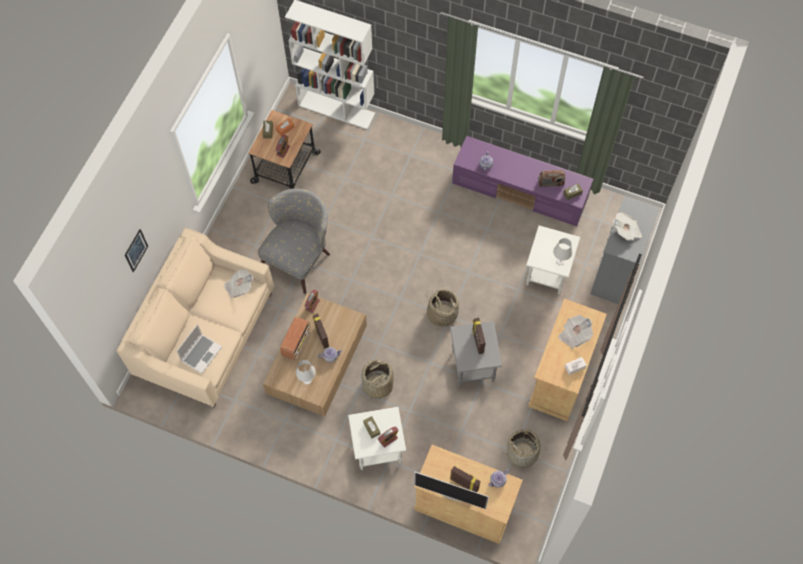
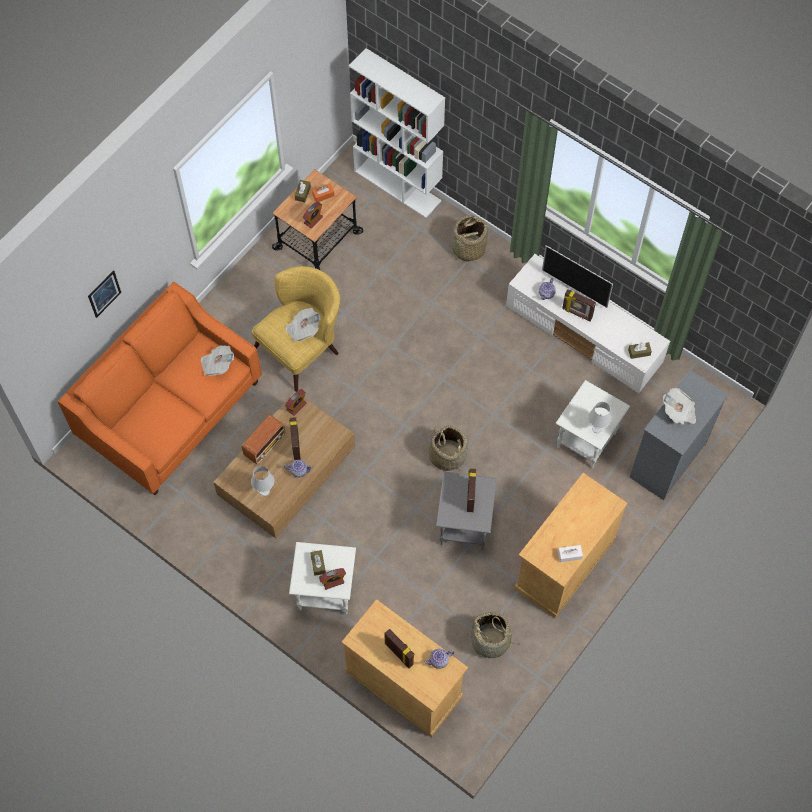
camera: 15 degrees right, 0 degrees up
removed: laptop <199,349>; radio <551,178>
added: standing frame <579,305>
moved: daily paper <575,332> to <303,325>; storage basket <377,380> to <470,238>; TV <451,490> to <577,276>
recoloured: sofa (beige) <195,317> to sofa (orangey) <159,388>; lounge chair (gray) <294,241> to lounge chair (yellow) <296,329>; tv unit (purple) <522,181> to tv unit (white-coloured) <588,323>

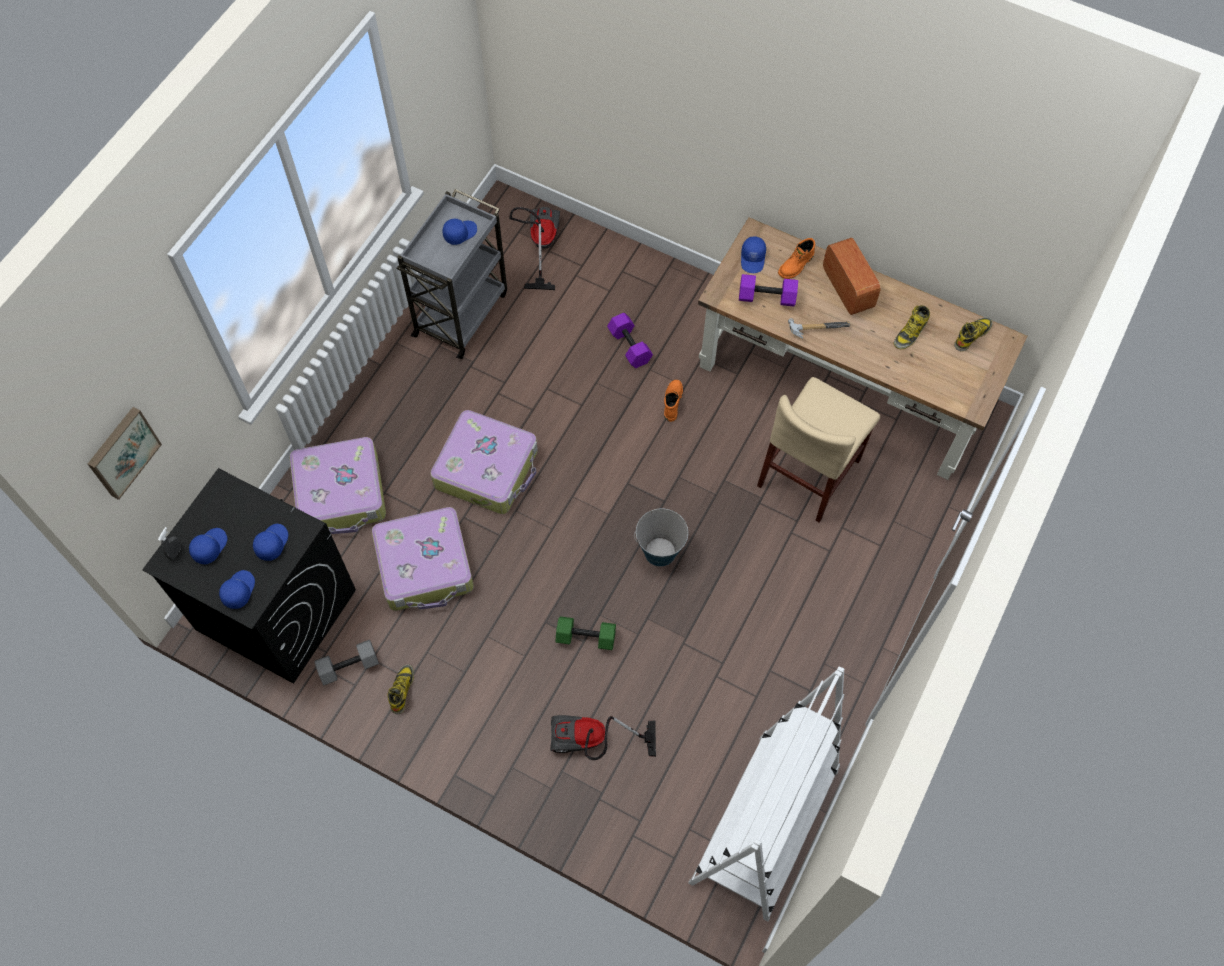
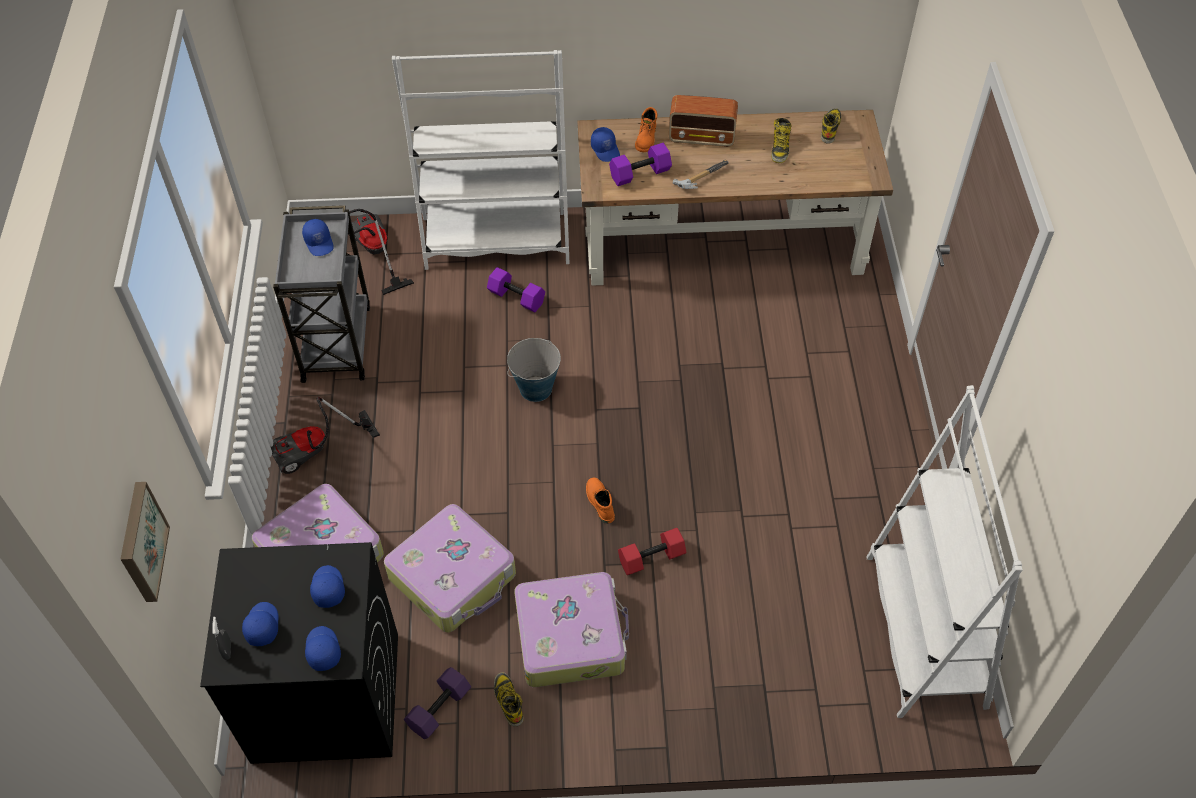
camera: 30 degrees left, 10 degrees down
removed: chair (beige) <818,449>
added: shelving unit (white-coloured) <481,160>
moved: hoover <603,737> to <325,435>; bucket <661,537> to <534,370>; travel case <484,462> to <571,629>; boot (orangey) <673,401> to <600,500>
recoloured: hand weight (gray) <346,662> to hand weight (purple) <437,703>; hand weight (green) <586,633> to hand weight (red) <652,551>
turned: peaked cap (bluish) <459,232> = <318,237> 135 degrees clockwise; radio <852,276> = <703,121> 150 degrees clockwise

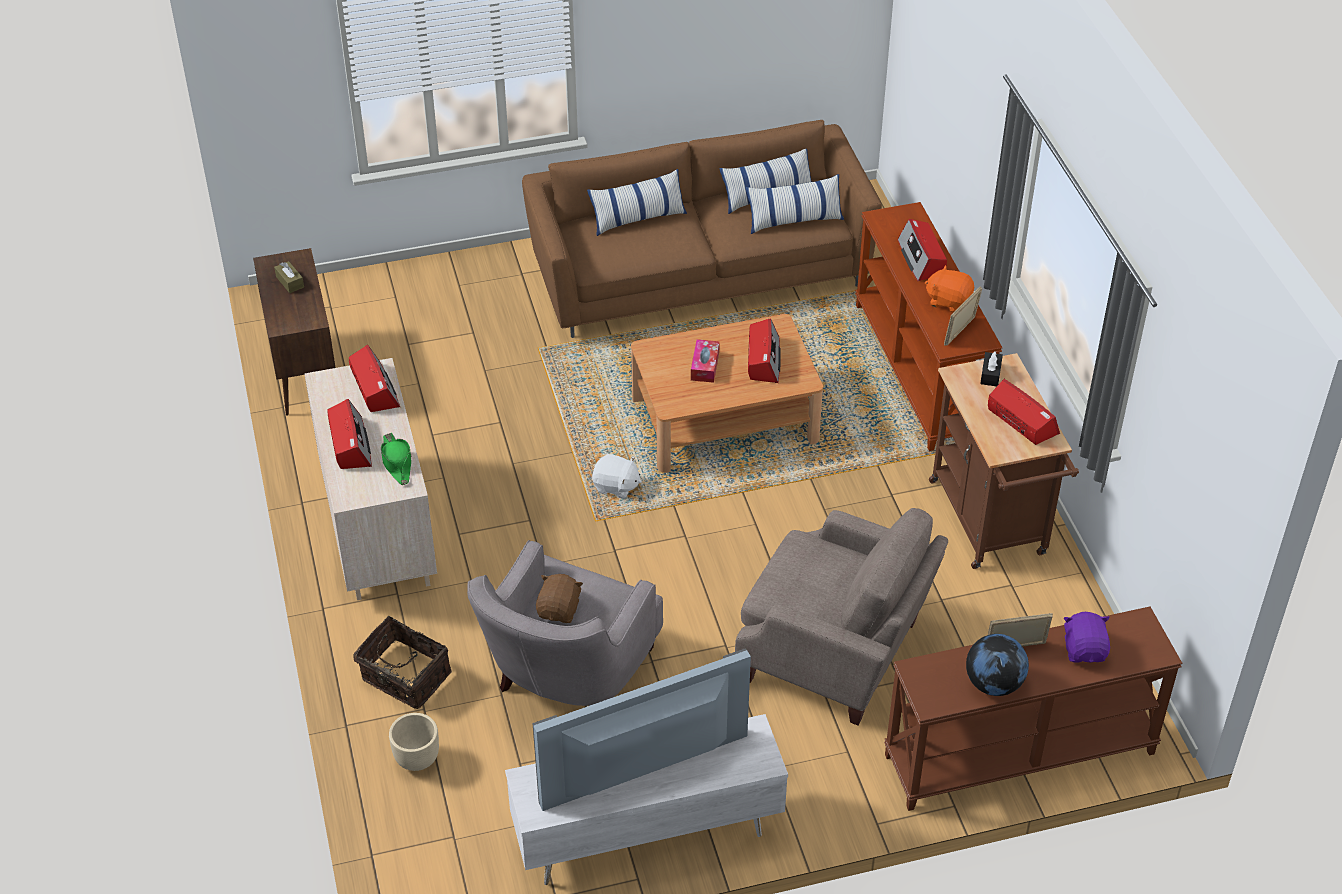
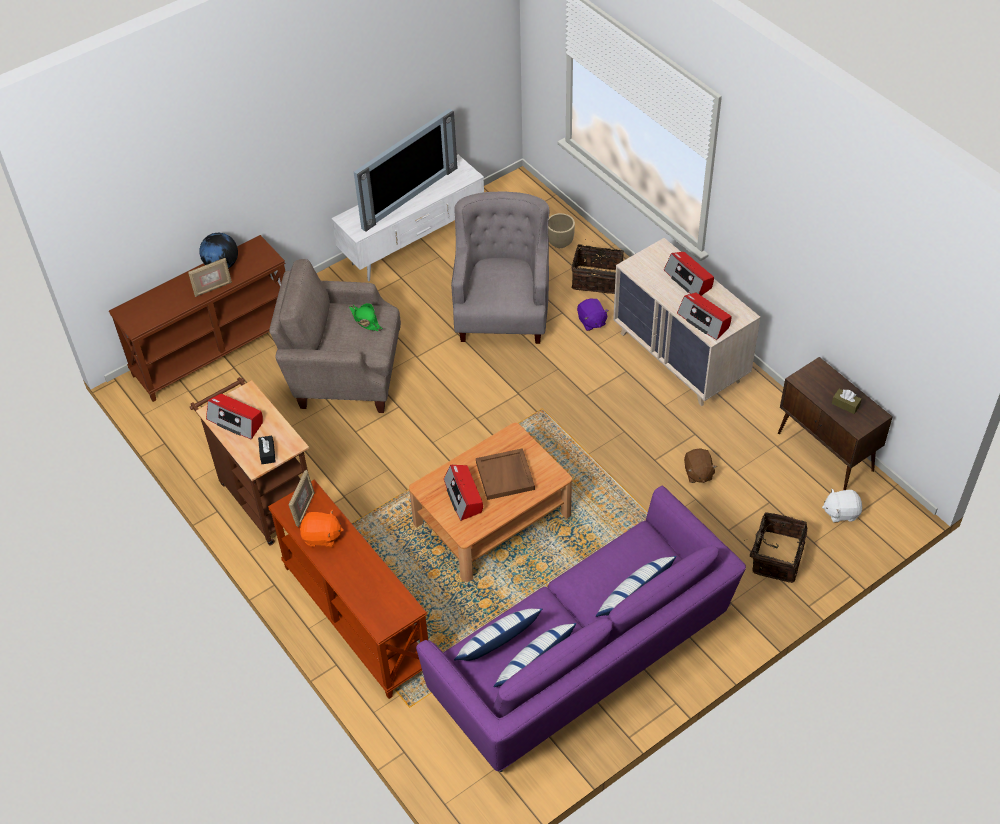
camera: 160 degrees right, 5 degrees up
removed: radio <922,250>
added: storage basket <778,547>
moved: clothing hat (green) <396,459> to <366,317>; cuddly toy (purple) <1087,637> to <593,315>; cuddly toy (brownish) <559,598> to <700,466>; cuddly toy (white-coloured) <617,476> to <842,505>
replaced: tissue box <705,361> to serving tray (brownish) <505,474>
recoloured: sofa (brownish) <702,229> to sofa (purple) <581,628>

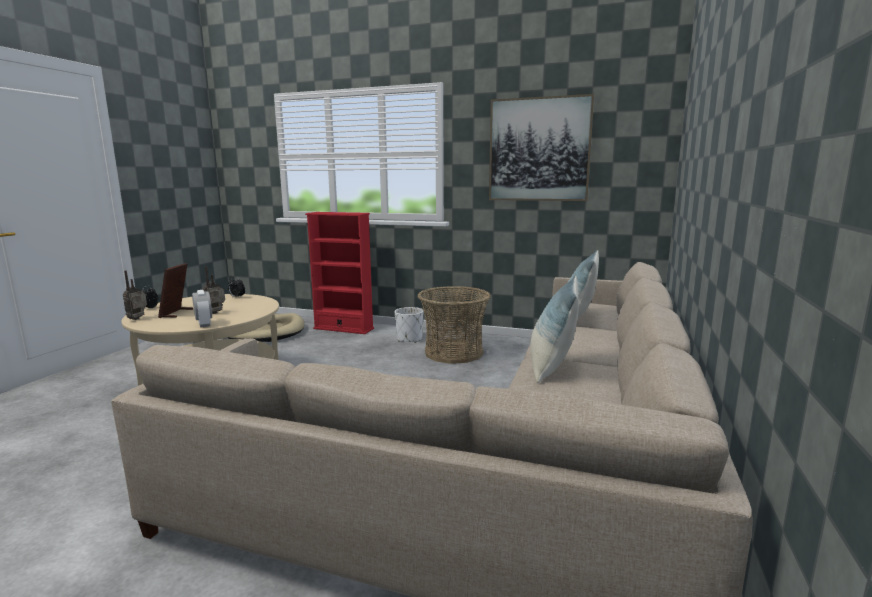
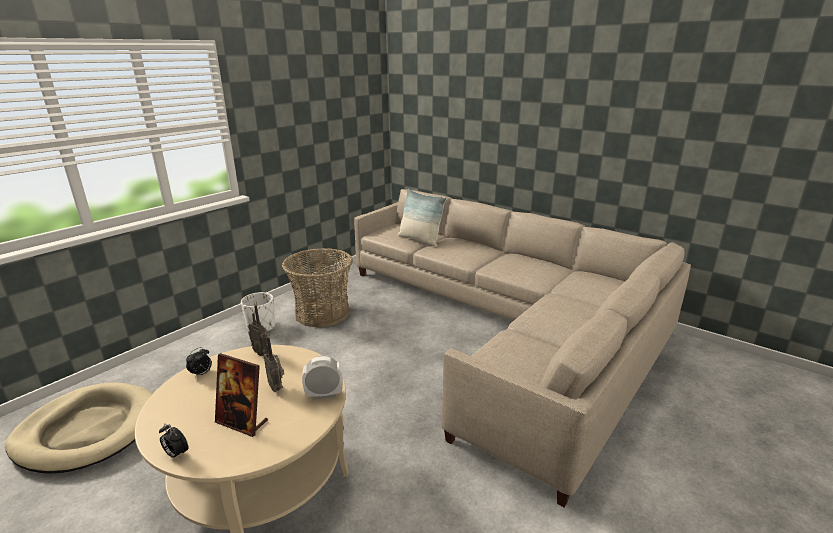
camera: 70 degrees left, 10 degrees up
removed: shelving unit (red) <339,273>; picture <541,147>; throw pillow <554,329>
moved: radio <135,295> to <259,330>

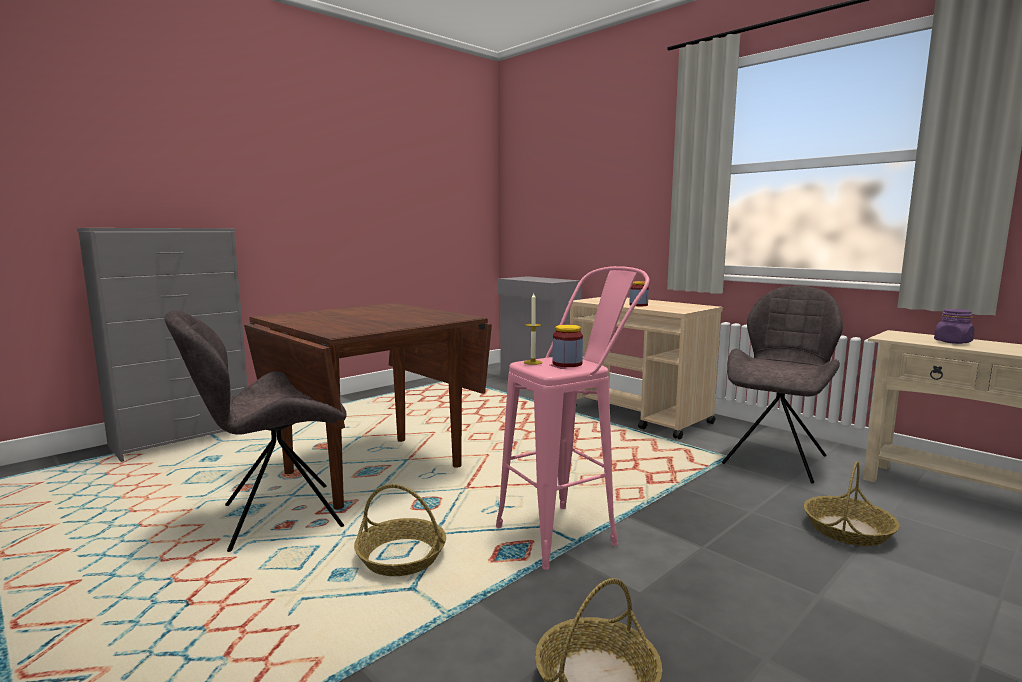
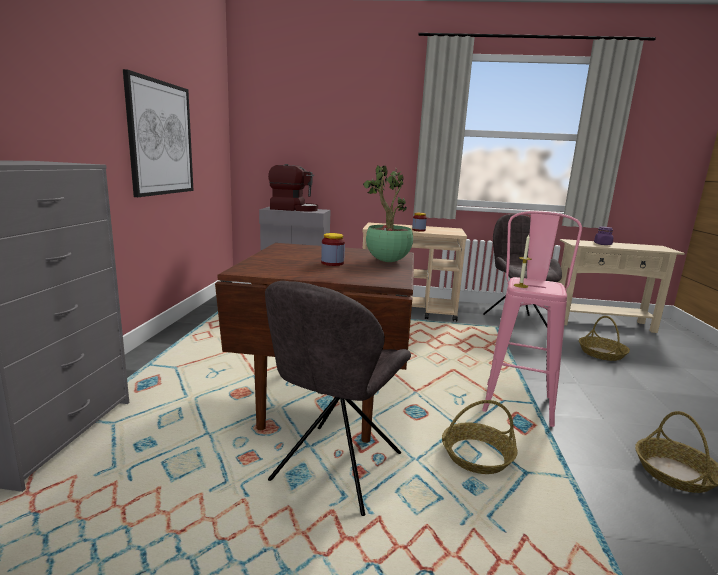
camera: 40 degrees left, 5 degrees up
added: picture <158,133>; coffee brewer <293,188>; plant in a pot <388,213>
moved: storage jar <567,346> to <333,249>

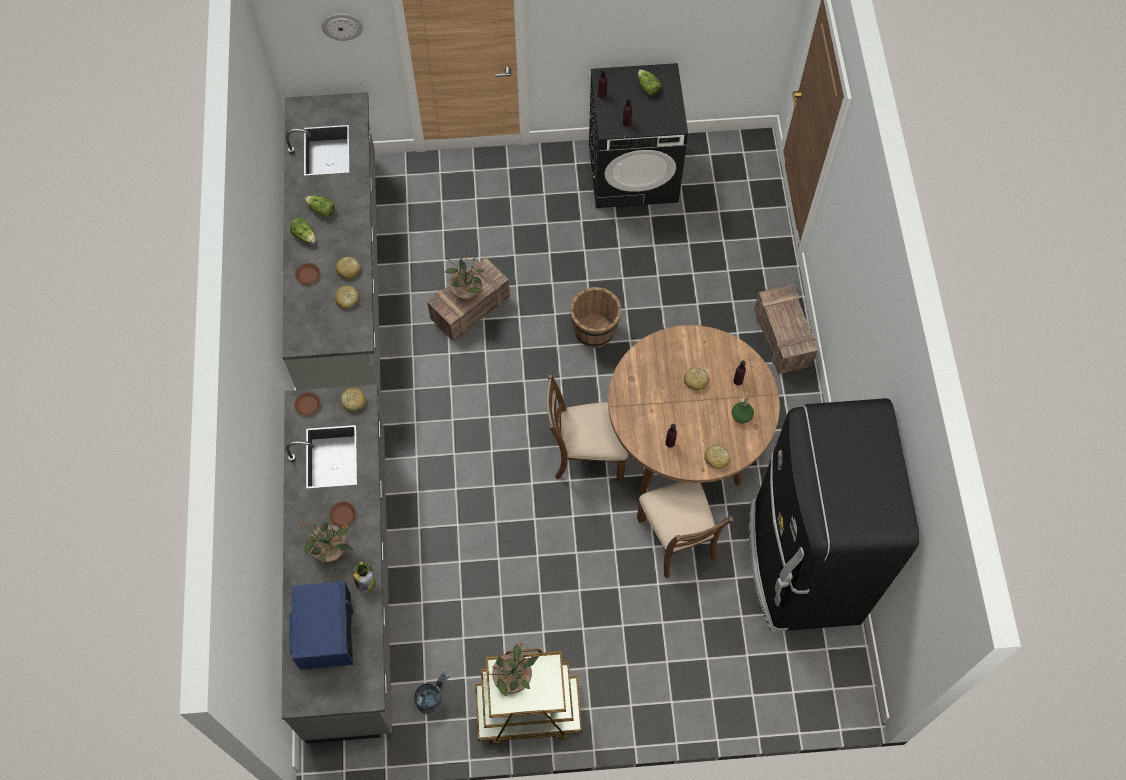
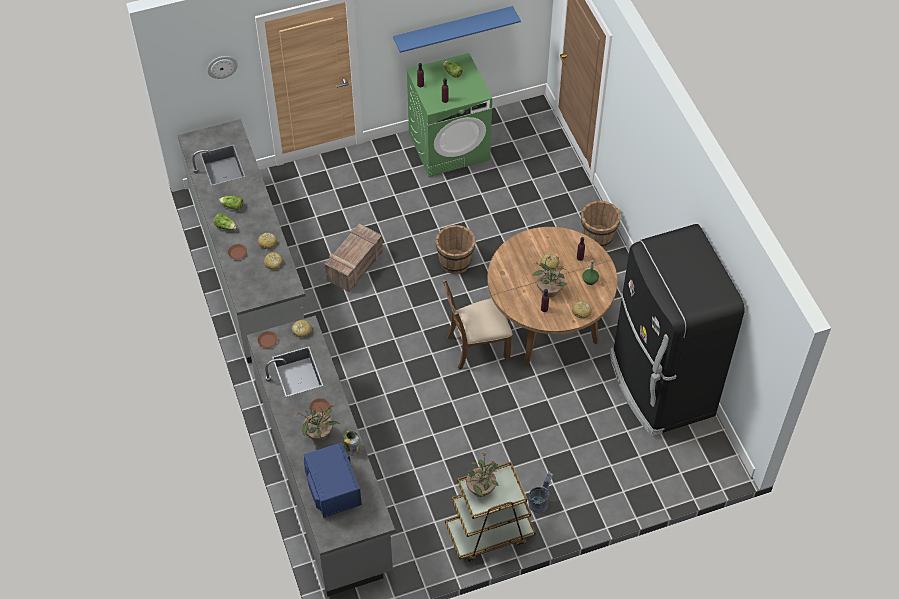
camera: 15 degrees left, 10 degrees down
removed: chair (brownish) <685,529>
added: shelf (bluish) <457,29>
moved: bucket (gray) <432,692> to <541,492>; plant in a pot <464,277> to <549,276>
replaced: packing crate <786,329> to bucket (brownish) <601,224>
recoloured: washing machine (blackish) <638,135> to washing machine (green) <449,115>

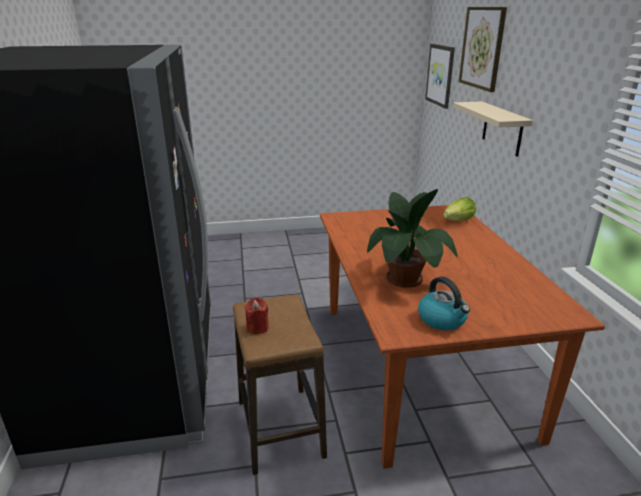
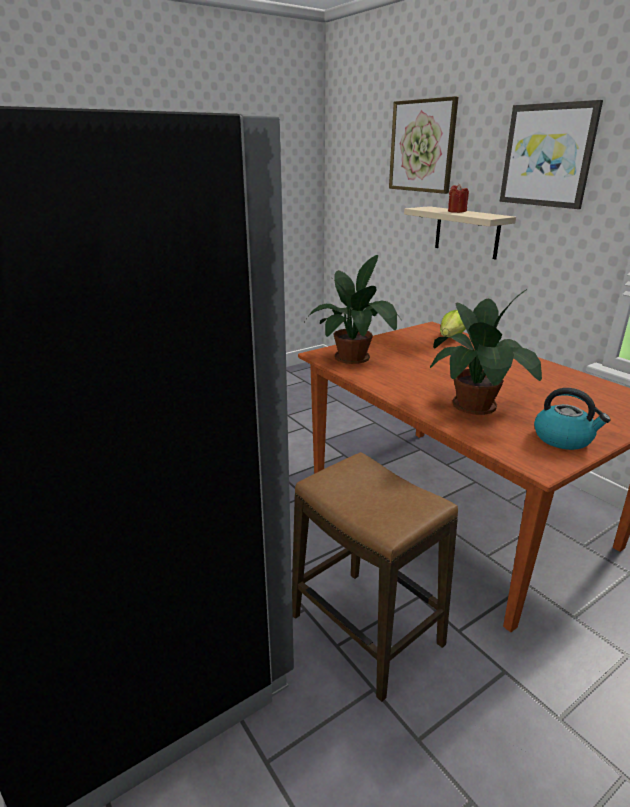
camera: 25 degrees left, 0 degrees up
added: plant in a pot <353,309>
moved: wax light (red) <256,315> to <458,198>; picture <440,76> to <551,154>

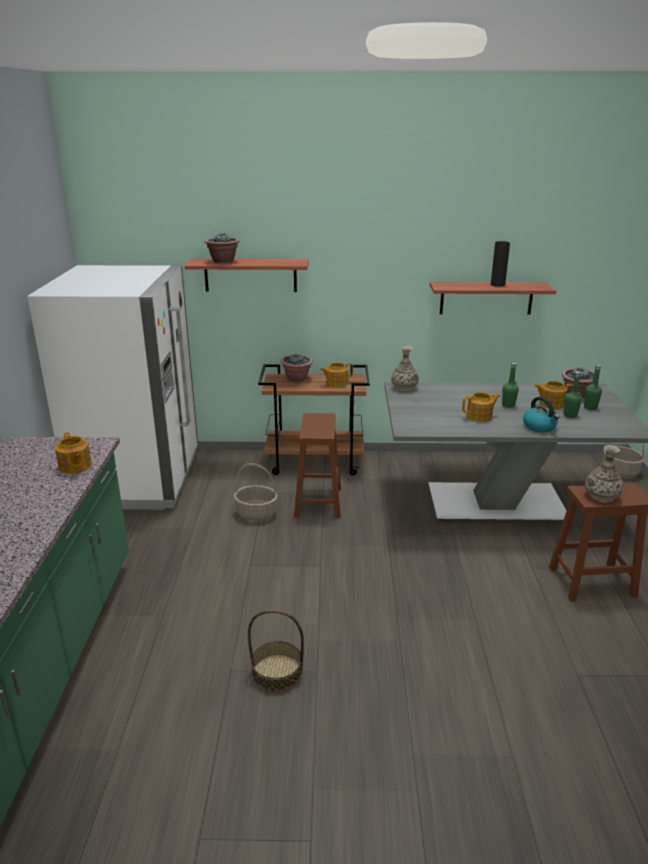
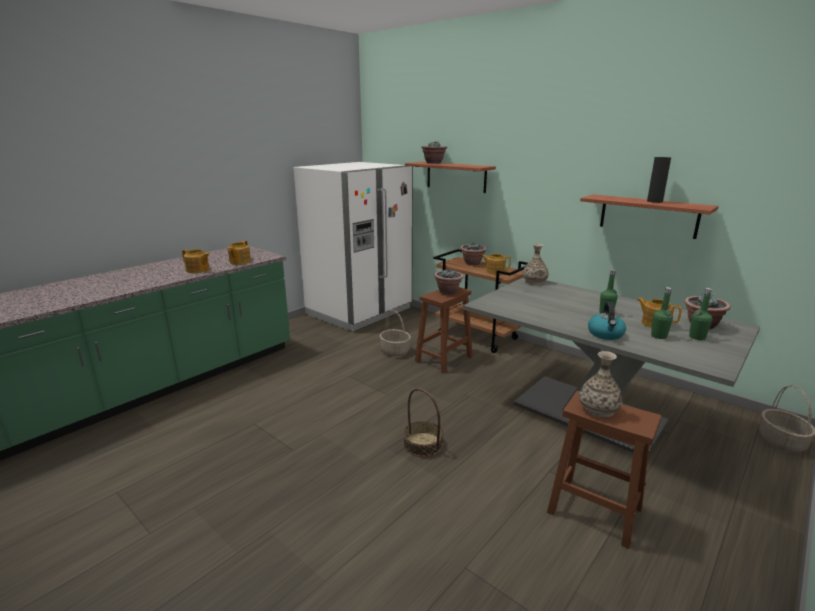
camera: 40 degrees right, 5 degrees down
added: plant in a pot <449,281>
moved: tea pot <481,407> to <196,261>; storage basket <276,651> to <423,422>

